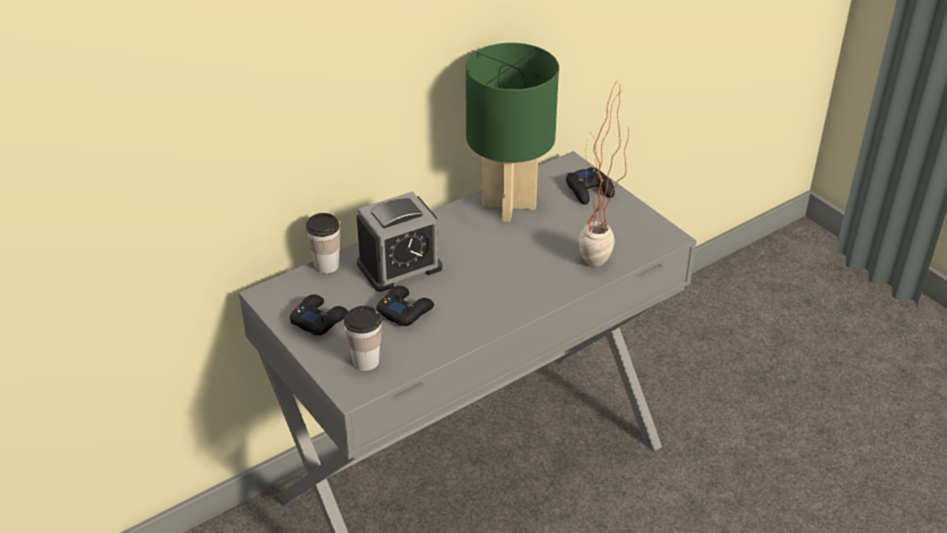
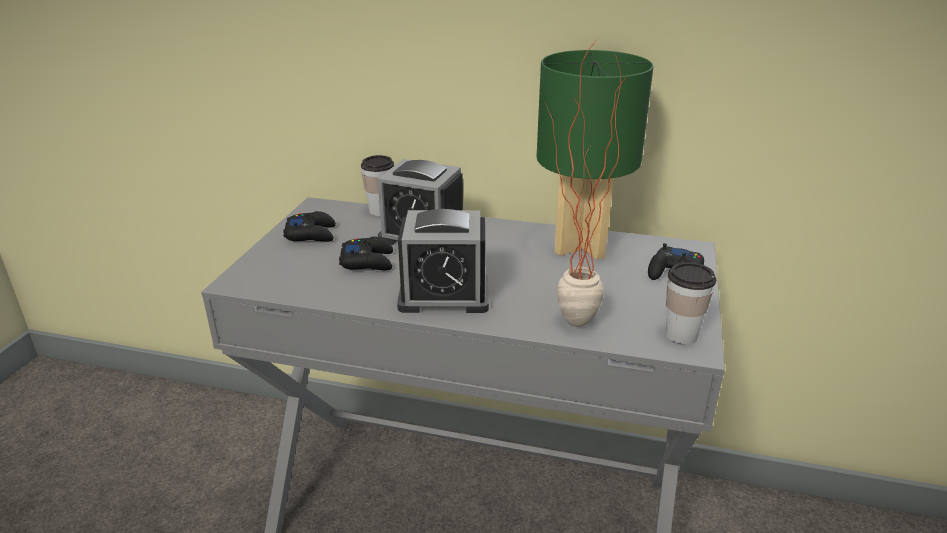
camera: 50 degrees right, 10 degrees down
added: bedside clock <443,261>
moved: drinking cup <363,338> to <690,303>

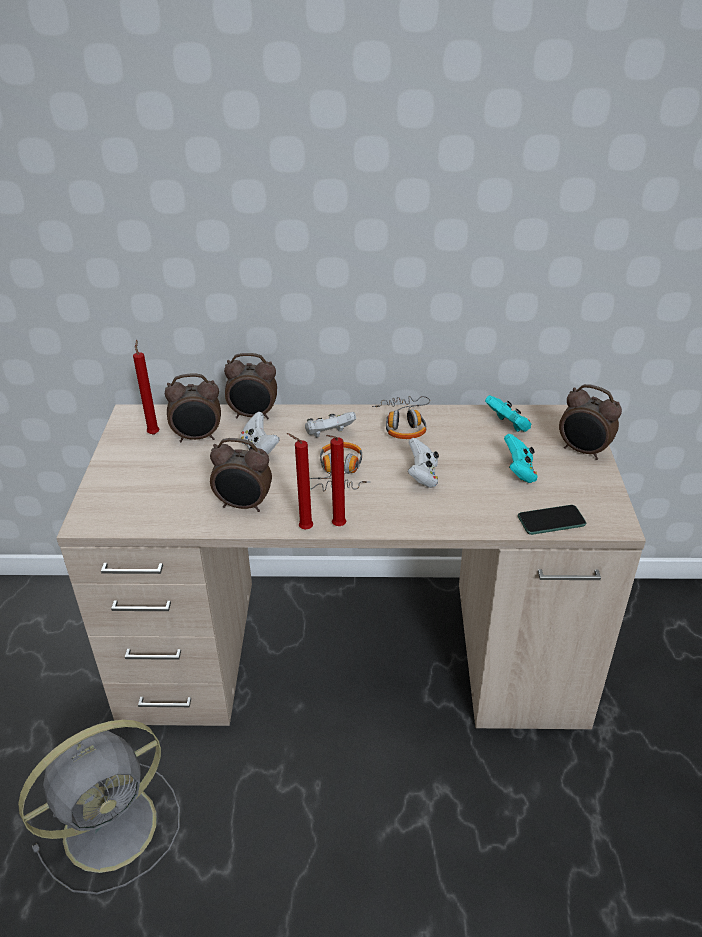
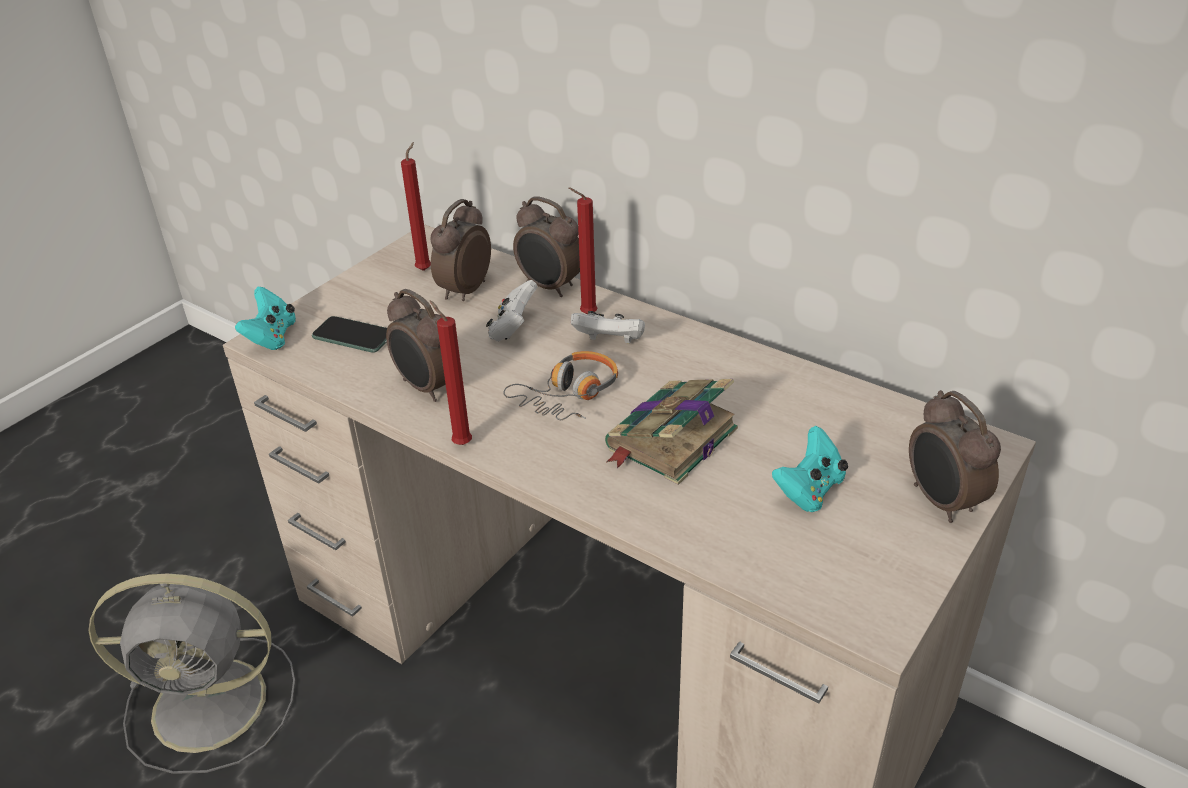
camera: 35 degrees right, 0 degrees up
removed: pair of headphones <401,417>
moved: gamepad (turquoise) <508,413> to <265,318>; handset <552,520> to <349,334>; wax light (red) <336,480> to <583,250>
replaced: gamepad (white-coloured) <423,463> to volume <671,432>
turned: bedside clock <193,407> = <460,250> 90 degrees clockwise

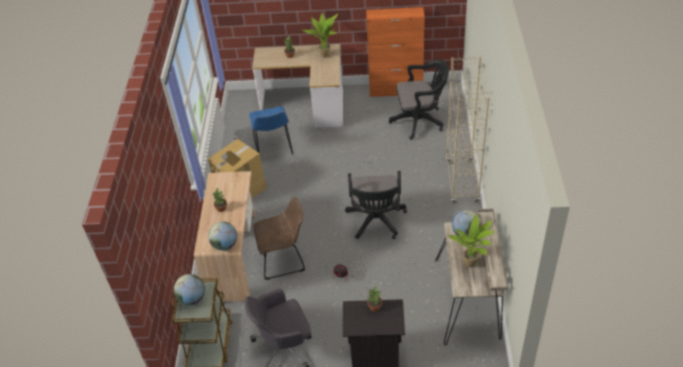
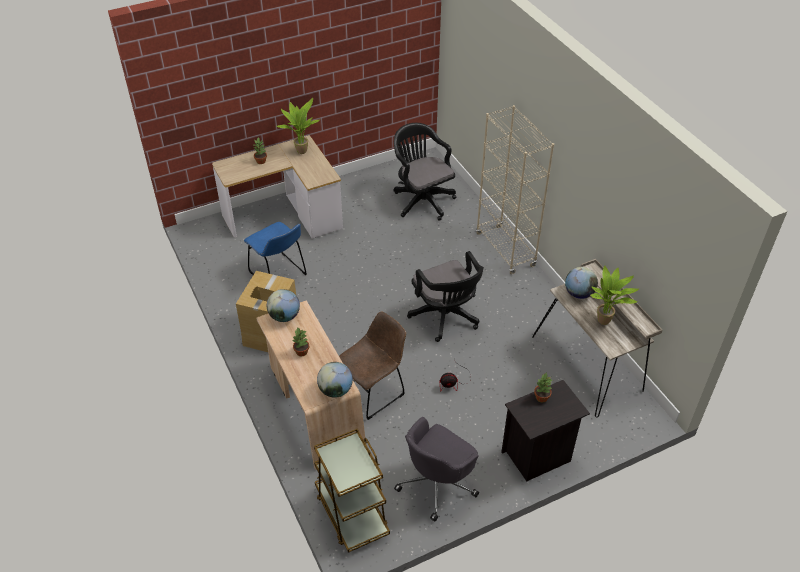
camera: 30 degrees left, 0 degrees up
removed: storage cabinet (orangey) <395,52>
moved: desk globe <189,289> to <283,305>
turned: office chair (blackish) <418,99> = <425,172> 90 degrees counterclockwise

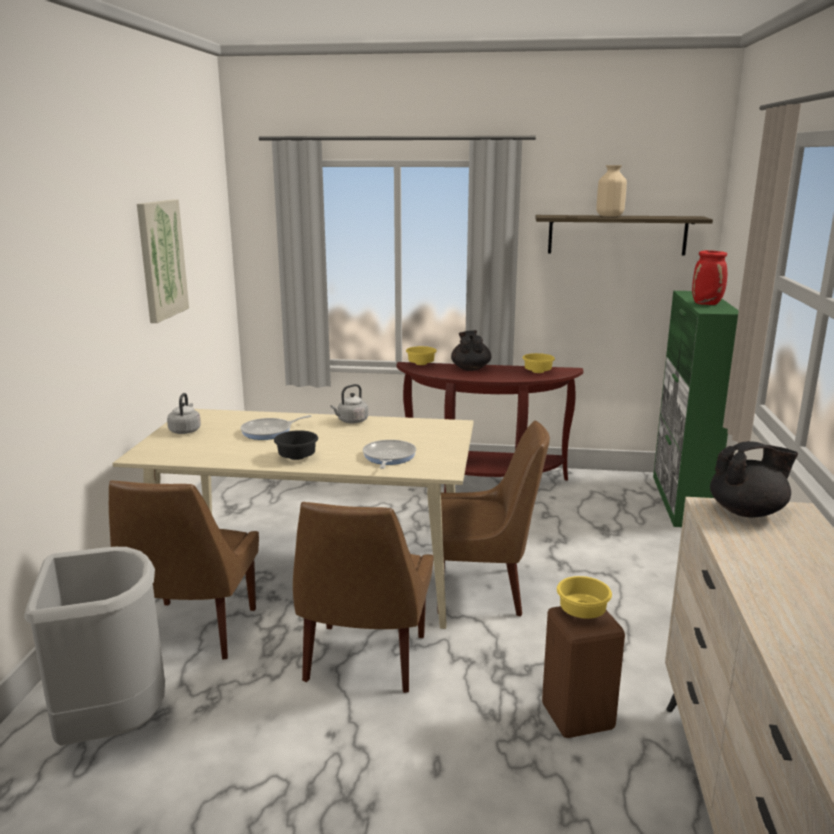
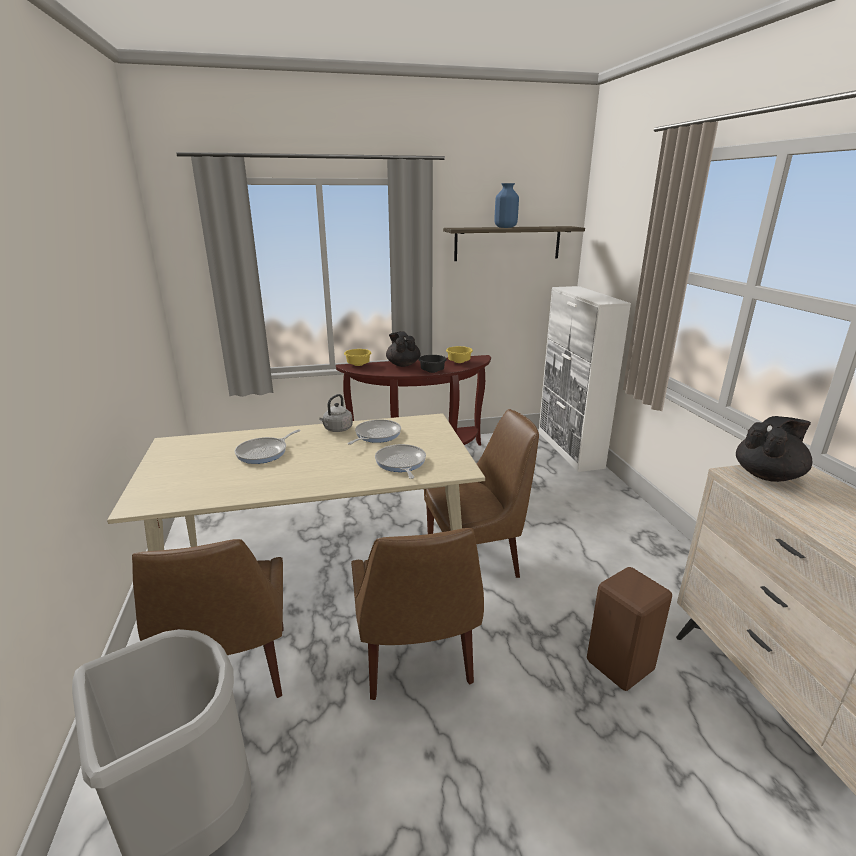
camera: 20 degrees left, 5 degrees up
removed: picture <163,261>; tea kettle (gray) <184,413>; serving bowl (yellow) <584,597>; decorative vase (red) <709,277>
added: skillet <374,432>
moved: serving bowl (blackish) <296,445> to <432,364>
recoloured: decorative vase (beige) <611,191> to decorative vase (bluish) <506,205>; storage cabinet (green) <696,409> to storage cabinet (white-coloured) <585,379>

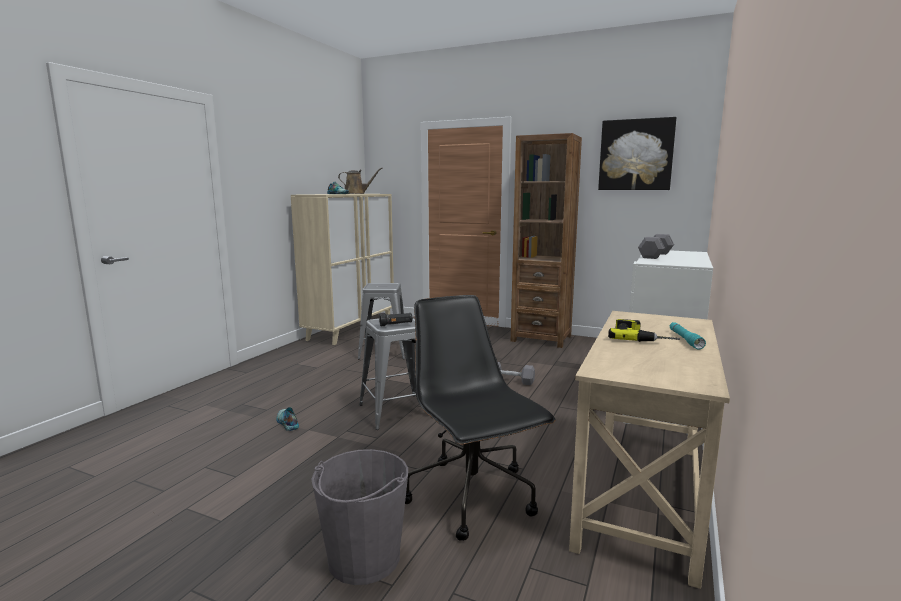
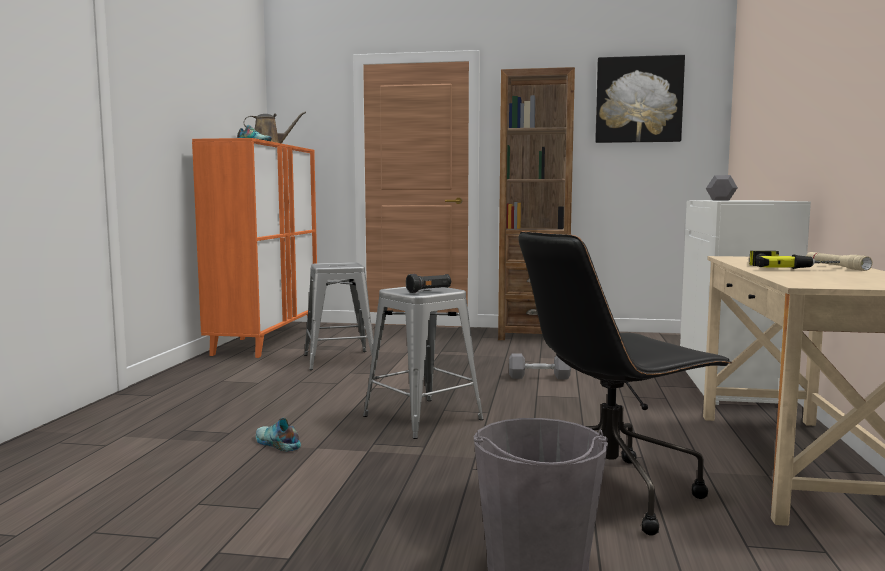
camera: 15 degrees left, 5 degrees down
recoloured: storage cabinet (beige) <342,269> to storage cabinet (orangey) <254,248>; hand torch (turquoise) <688,335> to hand torch (beige) <839,261>
turned: office chair (blackish) <480,418> = <625,383> 75 degrees counterclockwise

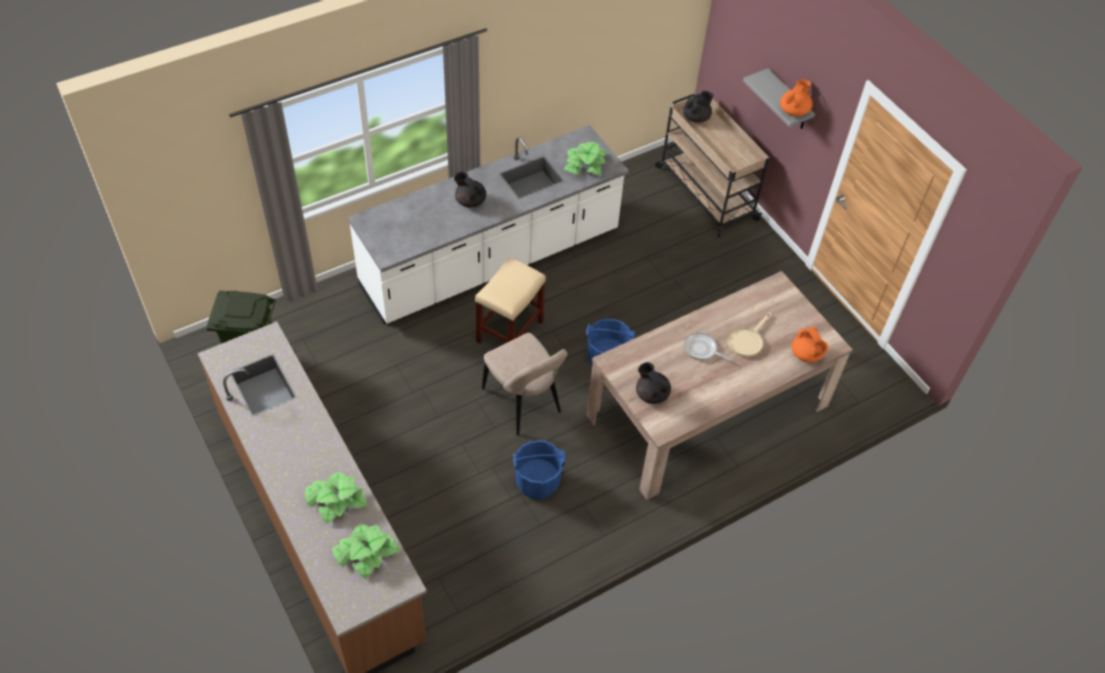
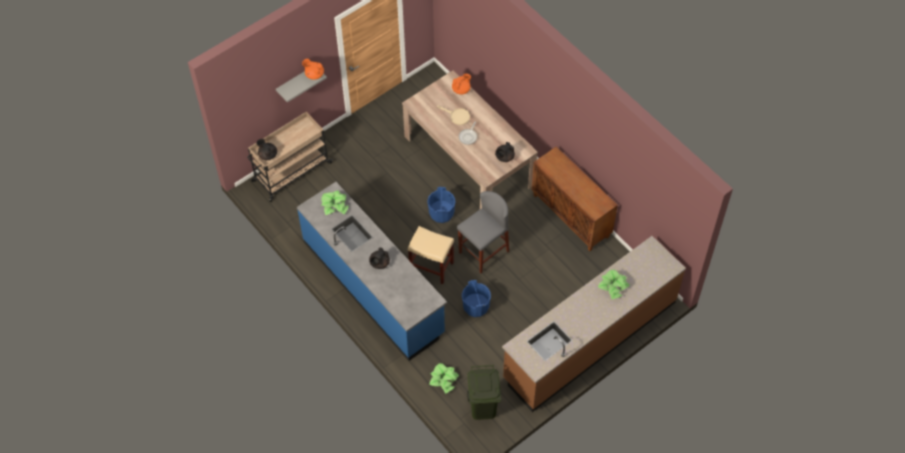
camera: 95 degrees left, 5 degrees up
added: storage cabinet (brownish) <574,198>
moved: plant in a pot <366,551> to <444,378>; bucket (bluish) <539,469> to <476,298>
replaced: chair (beige) <524,384> to stool seat (gray) <483,232>
recoloured: kitchen base unit (white-coloured) <488,224> to kitchen base unit (bluish) <372,271>

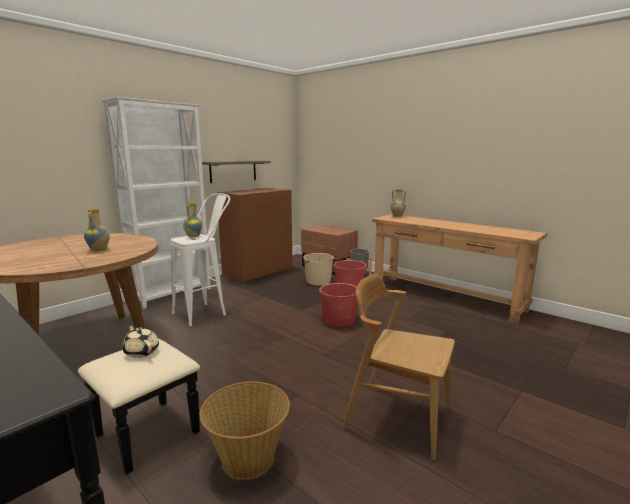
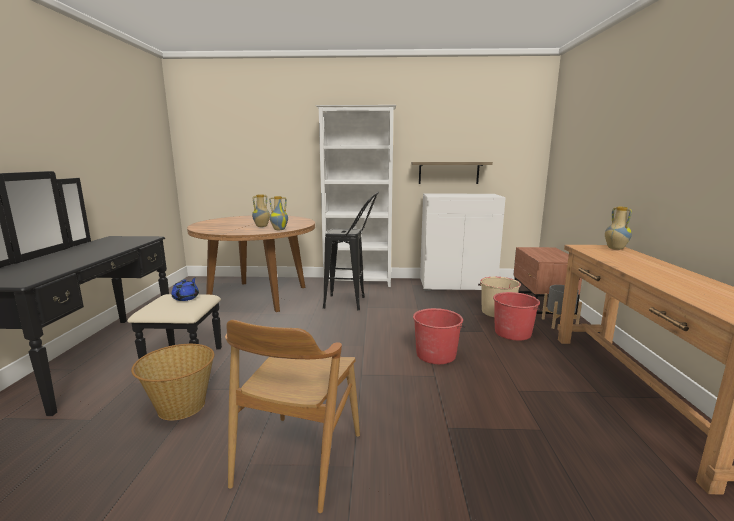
camera: 50 degrees right, 0 degrees up
moved: decorative vase <192,220> to <278,213>
recoloured: tea pot (beige) <141,341> to tea pot (bluish) <185,289>; stool seat (white-coloured) <200,259> to stool seat (blackish) <351,251>; storage cabinet (brownish) <255,235> to storage cabinet (white-coloured) <462,242>
turned: chair (brownish) <399,367> = <292,416> 150 degrees counterclockwise

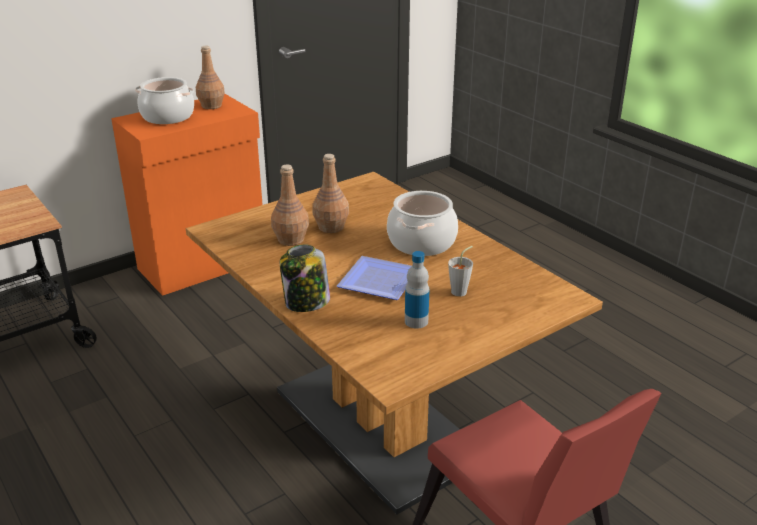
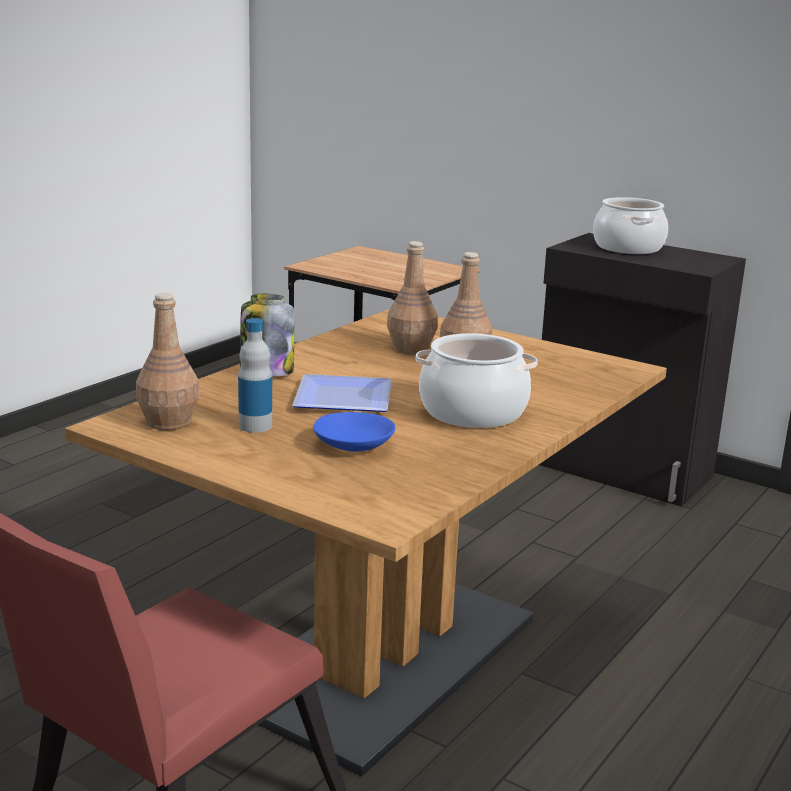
camera: 70 degrees right, 10 degrees down
moved: beverage bottle (brownish) <210,77> to <168,361>
replaced: drinking cup (gray) <460,271> to serving bowl (bluish) <354,432>
recoloured: storage cabinet (orangey) <187,195> to storage cabinet (blackish) <642,369>

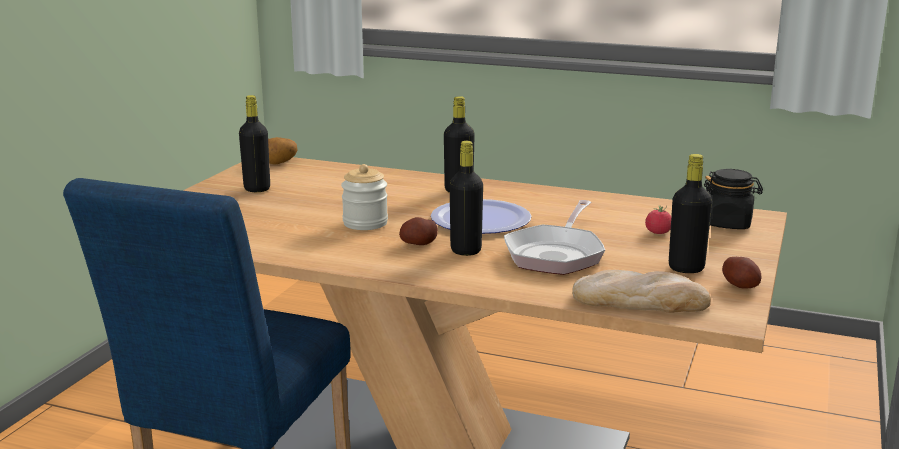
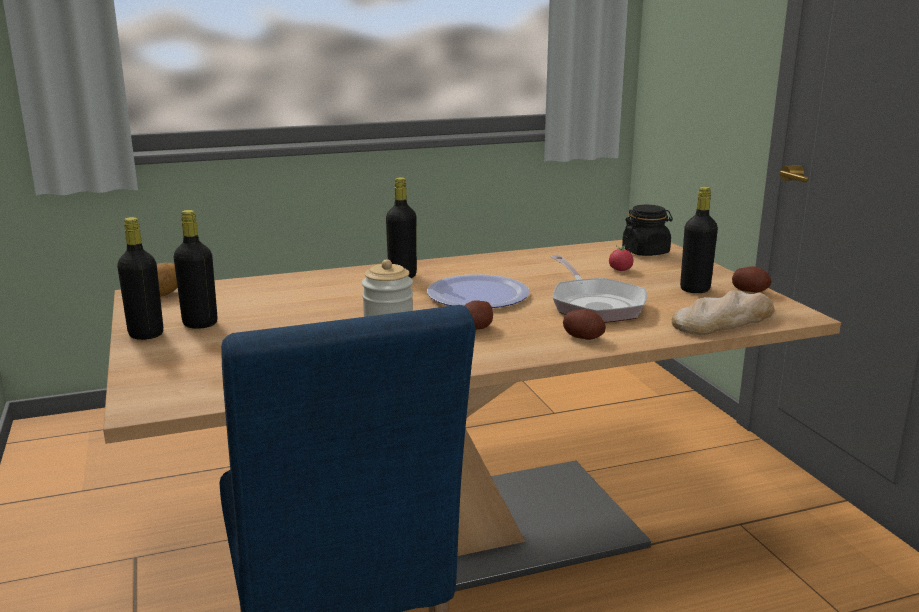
camera: 40 degrees left, 0 degrees up
added: potato <584,324>
moved: beverage bottle (blackish) <466,198> to <140,278>

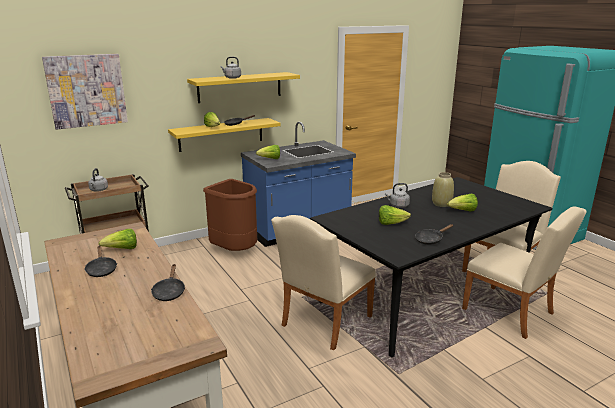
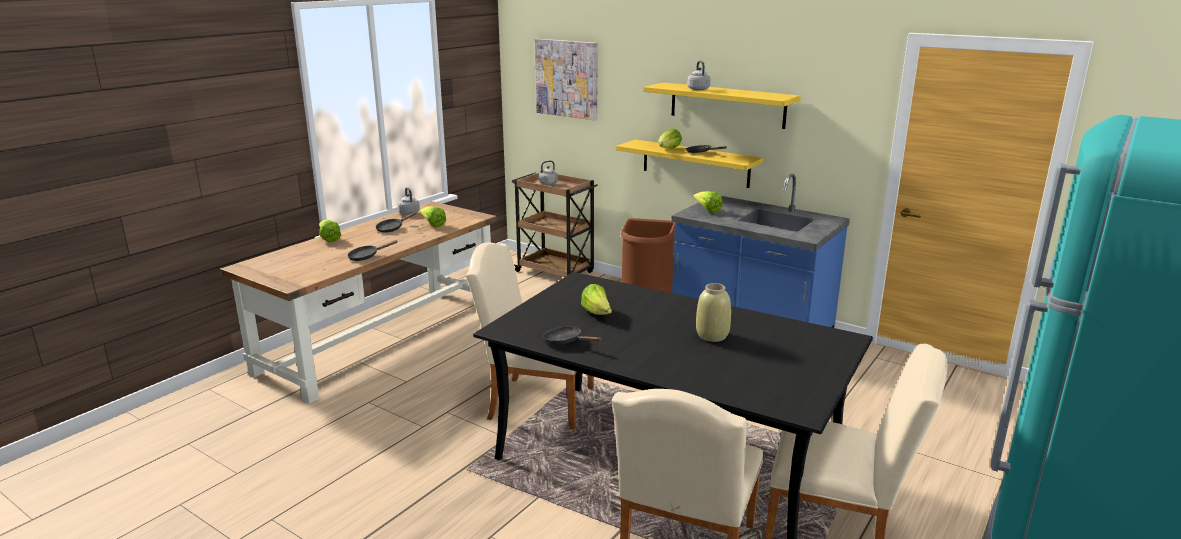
camera: 65 degrees right, 0 degrees up
moved: lettuce head <462,202> to <330,231>; tea kettle (gray) <397,195> to <409,201>

